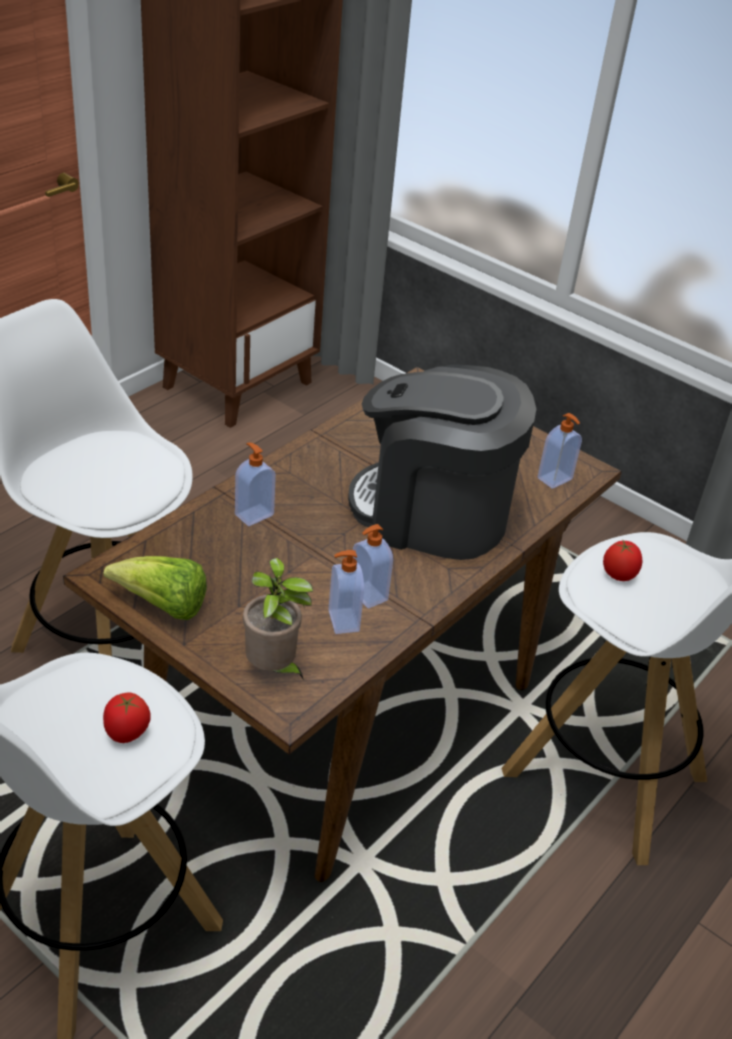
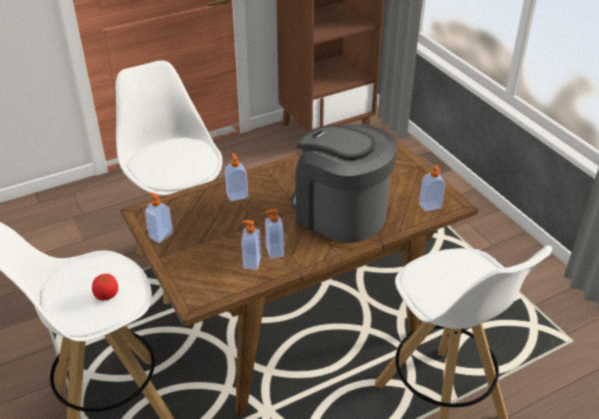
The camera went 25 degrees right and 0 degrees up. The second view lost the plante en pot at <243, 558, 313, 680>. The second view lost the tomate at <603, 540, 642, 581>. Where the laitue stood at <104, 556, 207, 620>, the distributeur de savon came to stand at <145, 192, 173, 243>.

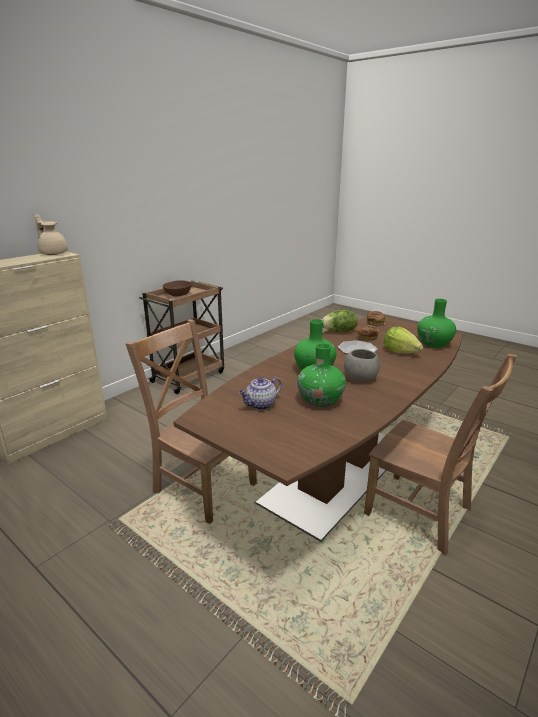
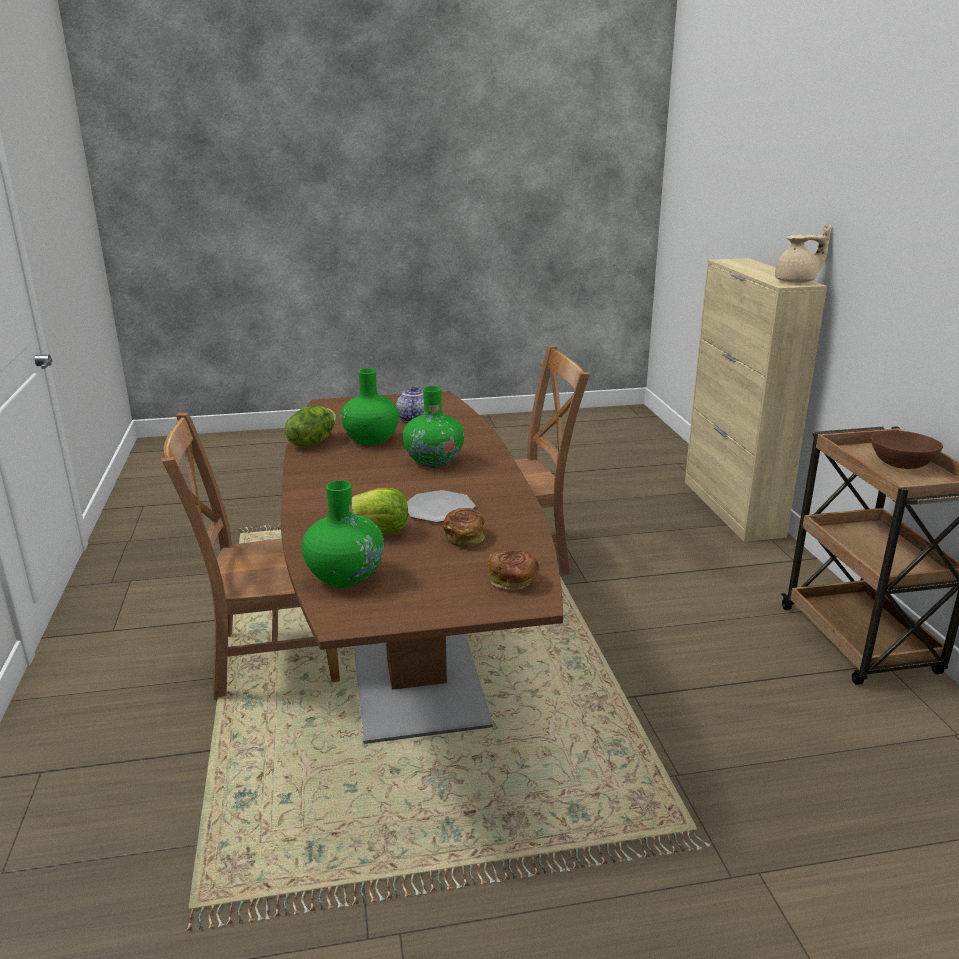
The camera went 130 degrees right and 0 degrees up. The second view lost the bol [gris] at <344, 349, 380, 381>. The laitue ended up elsewhere, having gone from <321, 310, 358, 332> to <285, 406, 337, 447>.

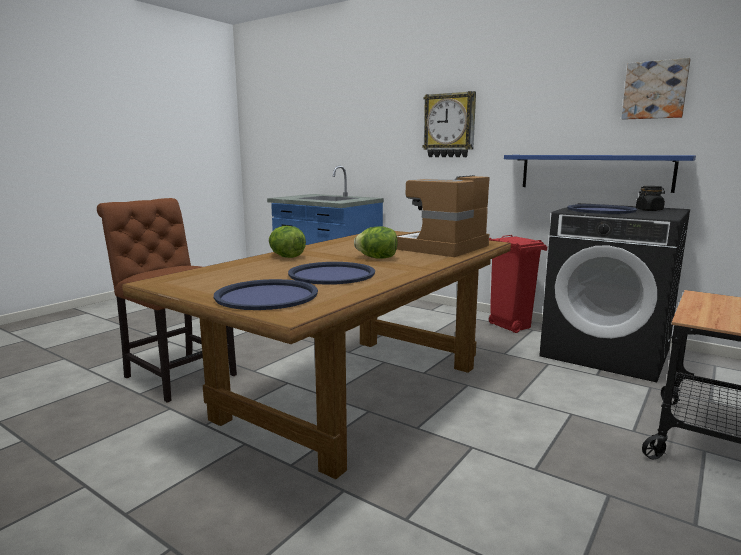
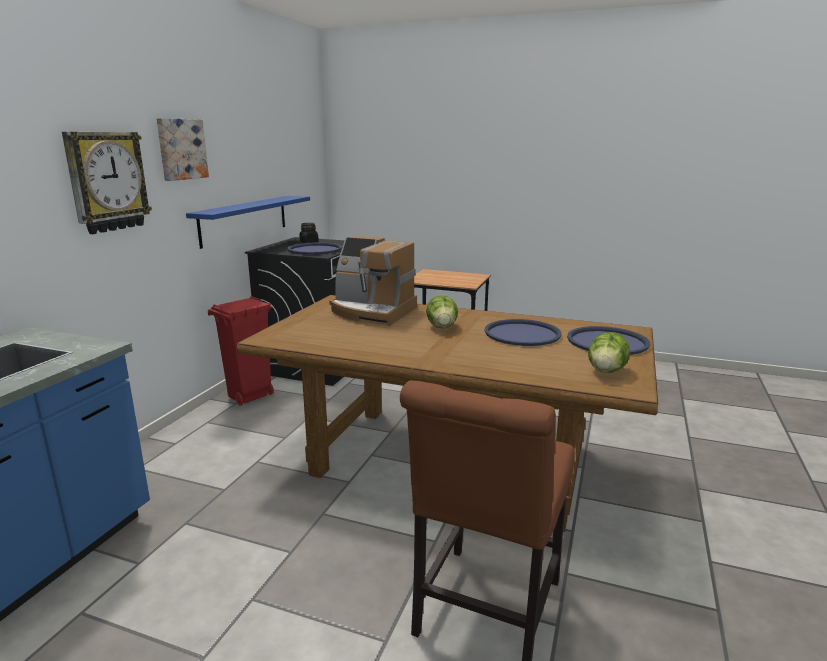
The camera went 105 degrees left and 5 degrees up. The laitue ended up elsewhere, having gone from <269, 226, 306, 258> to <588, 332, 630, 373>. The tableau ended up elsewhere, having gone from <621, 58, 691, 120> to <156, 118, 209, 181>.

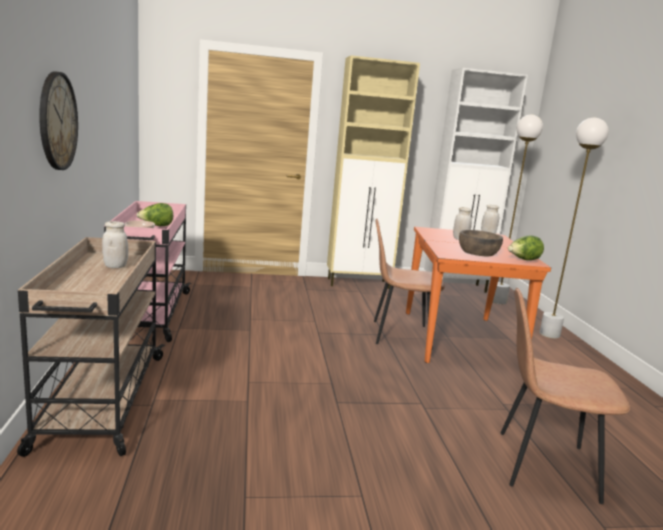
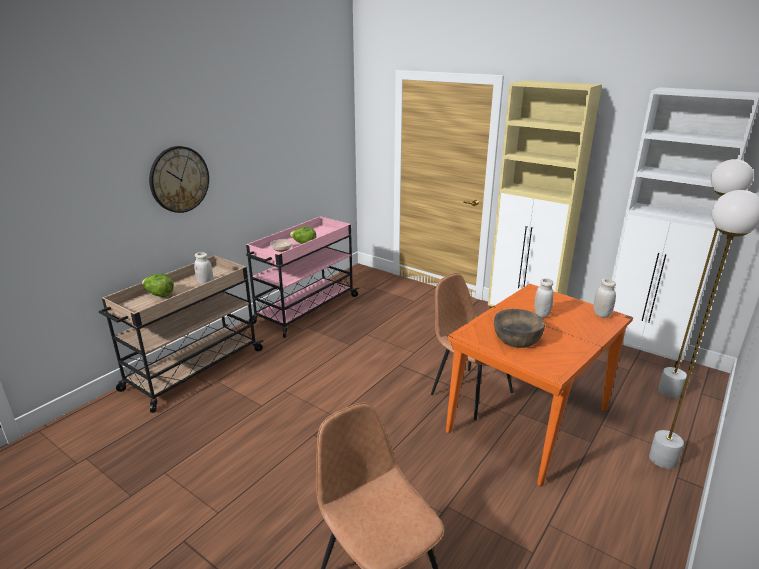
The camera went 45 degrees right and 10 degrees up. The laitue ended up elsewhere, having gone from <508, 236, 544, 260> to <142, 274, 174, 297>.

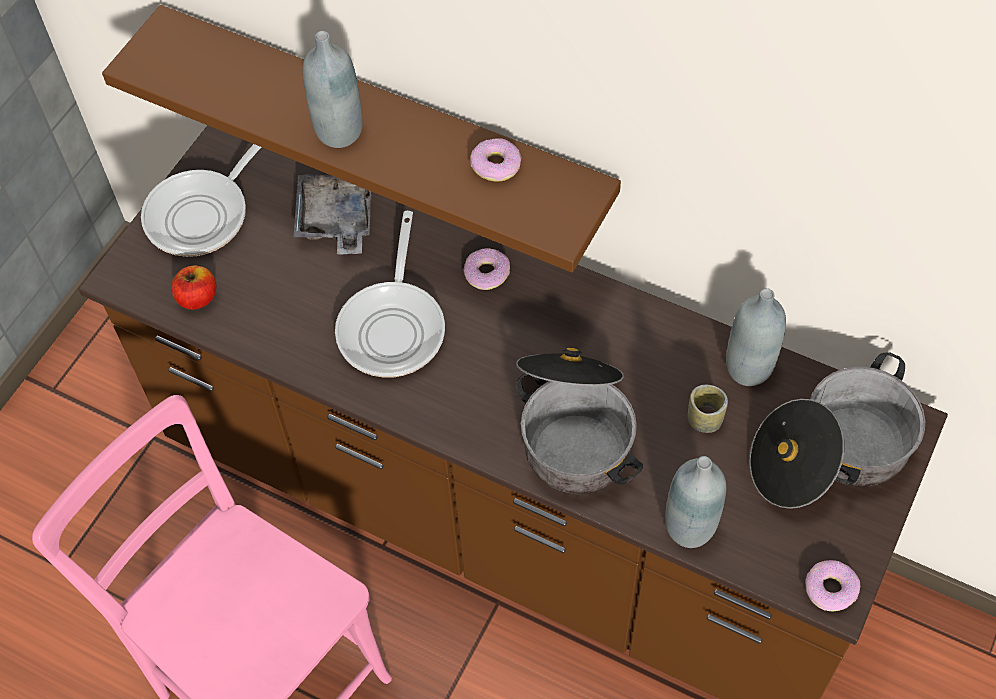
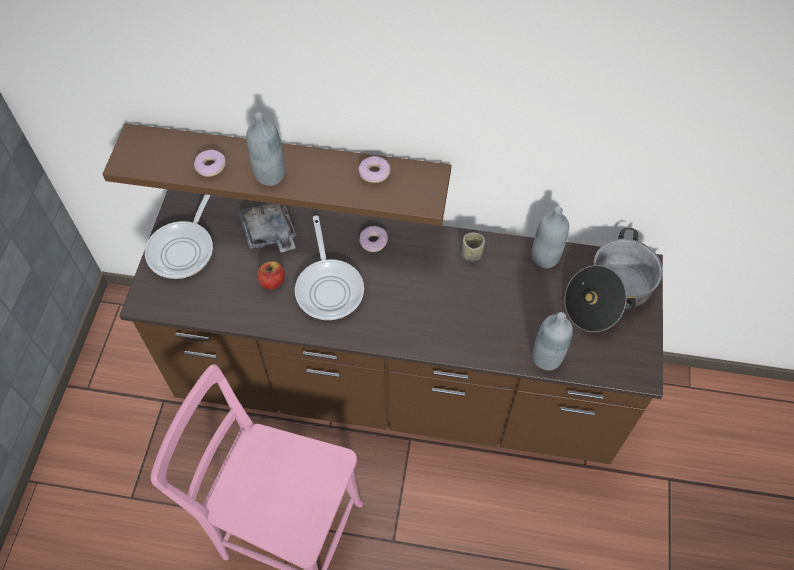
The camera went 20 degrees left and 0 degrees up. The second view lost the marmite at <516, 348, 643, 494>. The pomme ended up elsewhere, having gone from <171, 266, 217, 310> to <257, 261, 285, 290>. The tasse ended up elsewhere, having gone from <688, 385, 728, 433> to <462, 233, 485, 261>. The beignet ended up elsewhere, having gone from <806, 560, 860, 611> to <194, 149, 225, 177>.

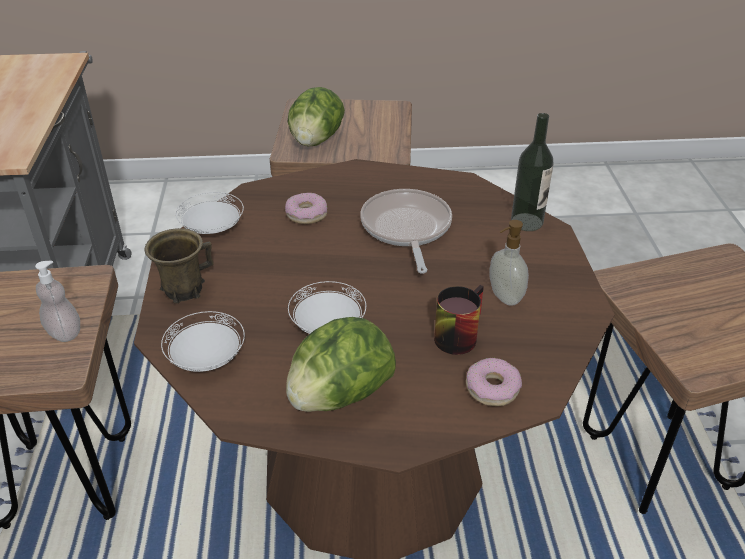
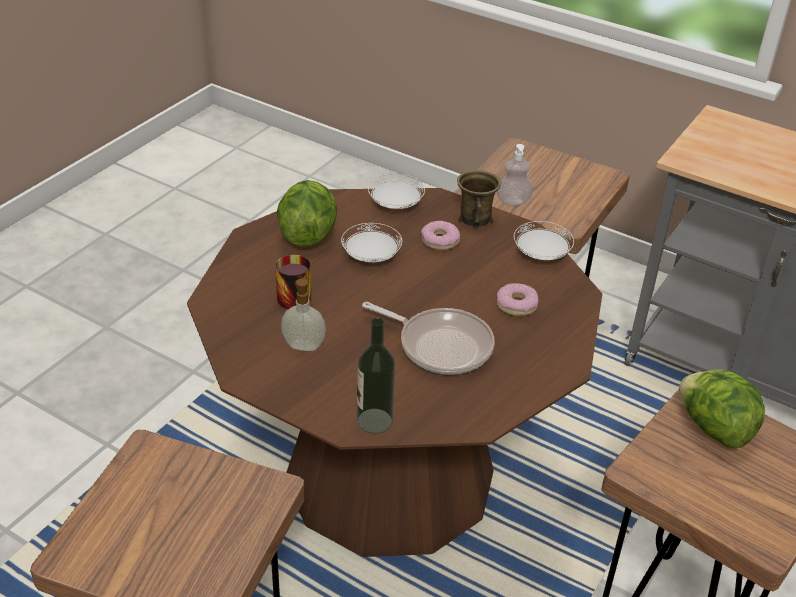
The camera went 125 degrees right and 0 degrees up. The beignet ended up elsewhere, having gone from <466, 358, 522, 406> to <421, 221, 460, 250>.

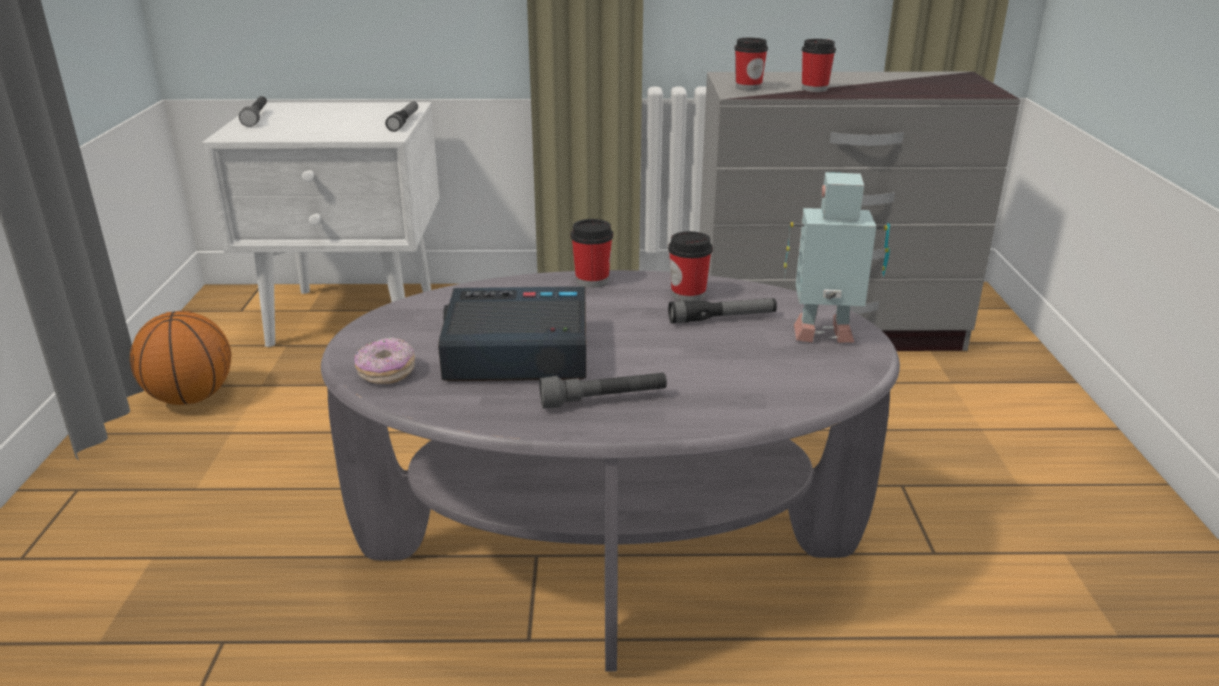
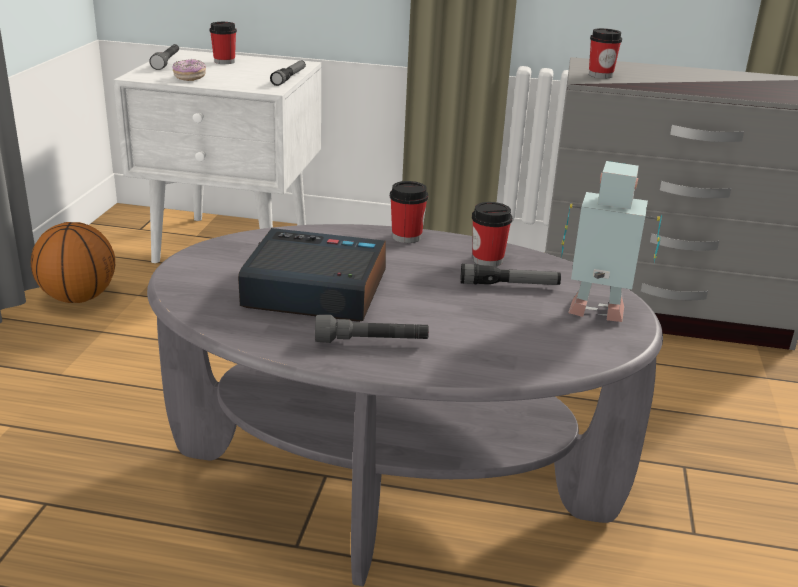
The camera went 10 degrees right and 0 degrees up. The beignet ended up elsewhere, having gone from <354, 337, 415, 384> to <172, 59, 206, 81>. The tasse ended up elsewhere, having gone from <802, 39, 836, 92> to <209, 22, 237, 64>.

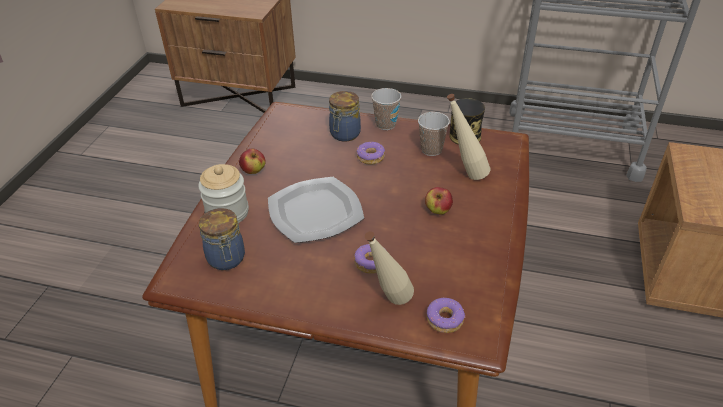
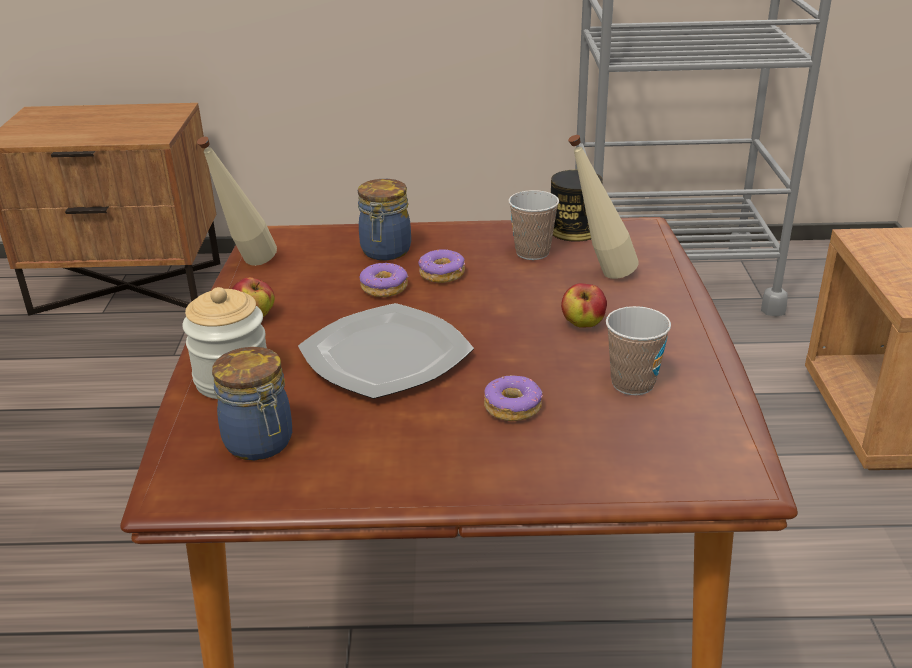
The camera went 15 degrees left and 10 degrees down. The bouteille [beige] ended up elsewhere, having gone from <365, 231, 414, 305> to <197, 137, 277, 266>. The tasse ended up elsewhere, having gone from <371, 88, 401, 130> to <606, 306, 671, 395>. The beignet ended up elsewhere, having gone from <427, 297, 465, 333> to <360, 263, 409, 297>.

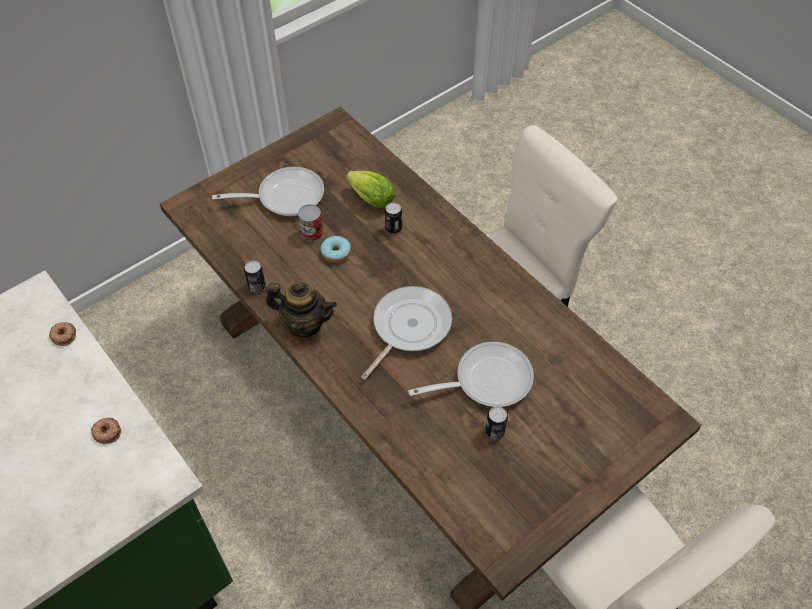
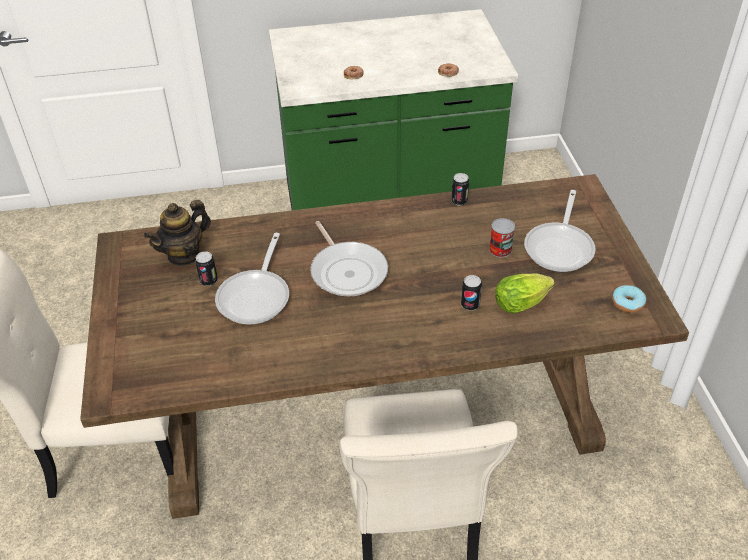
The camera went 120 degrees right and 10 degrees down. The théière ended up elsewhere, having gone from <266, 281, 337, 338> to <144, 200, 211, 267>. The beignet ended up elsewhere, having gone from <321, 236, 351, 263> to <612, 285, 646, 313>.

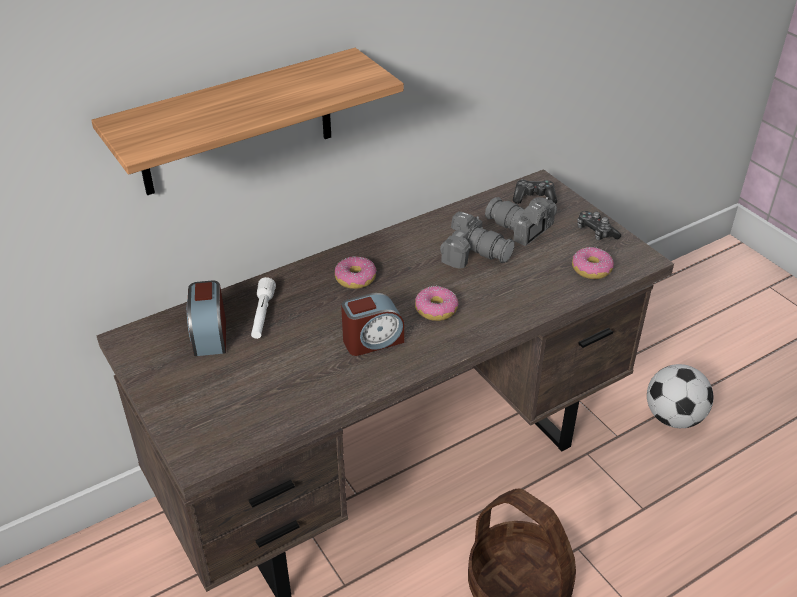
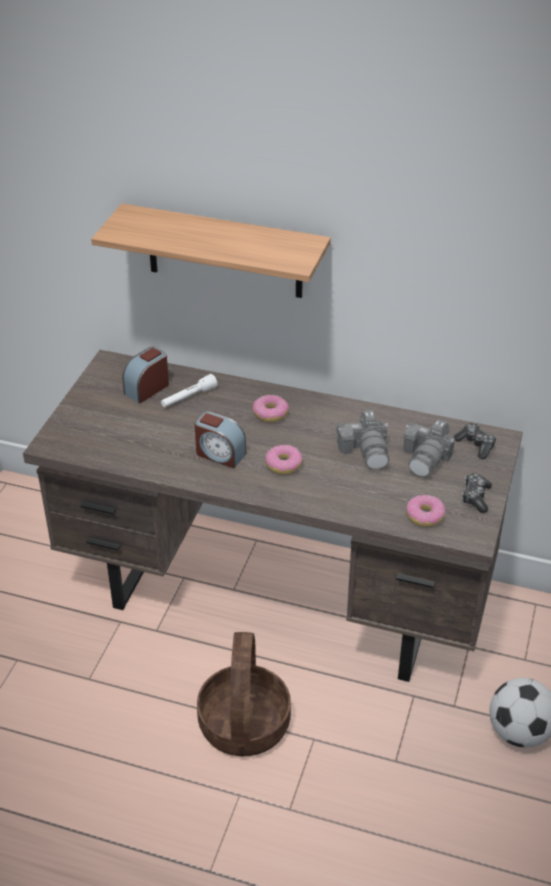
The camera went 50 degrees right and 0 degrees up. The appareil photo at <485, 197, 557, 246> ended up facing another way, 150 degrees counterclockwise from before.

